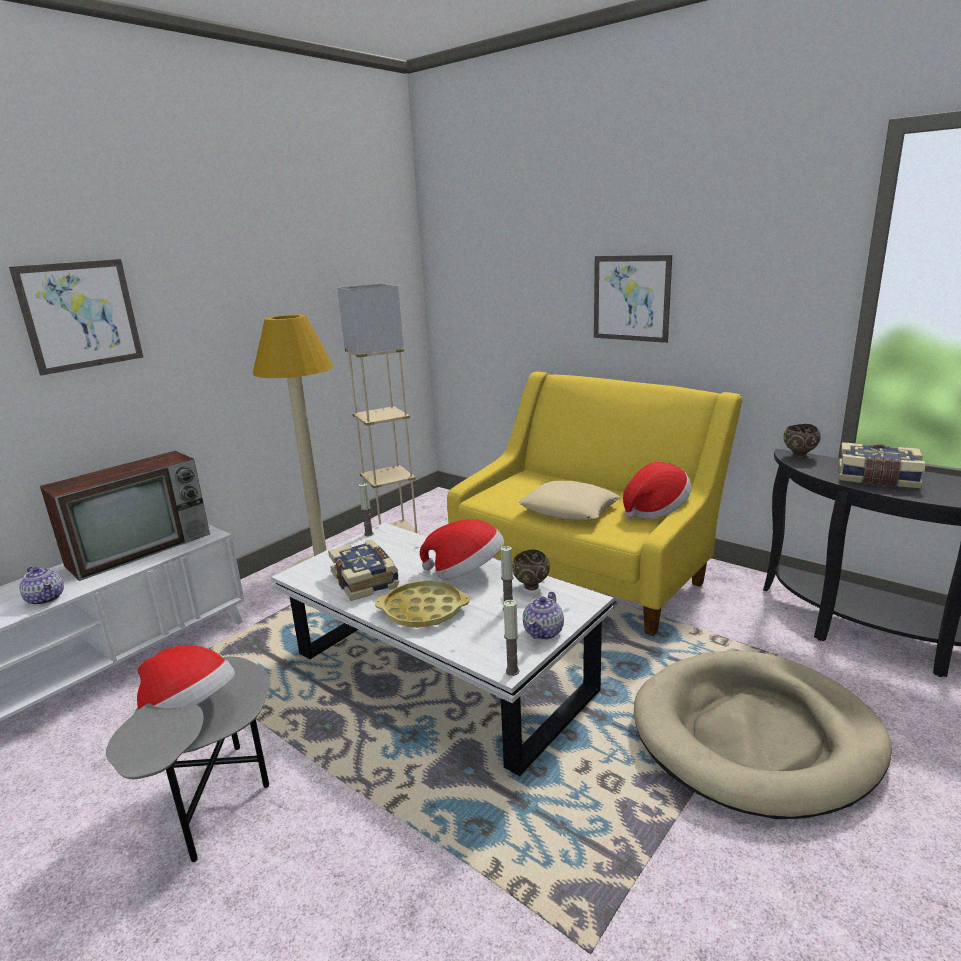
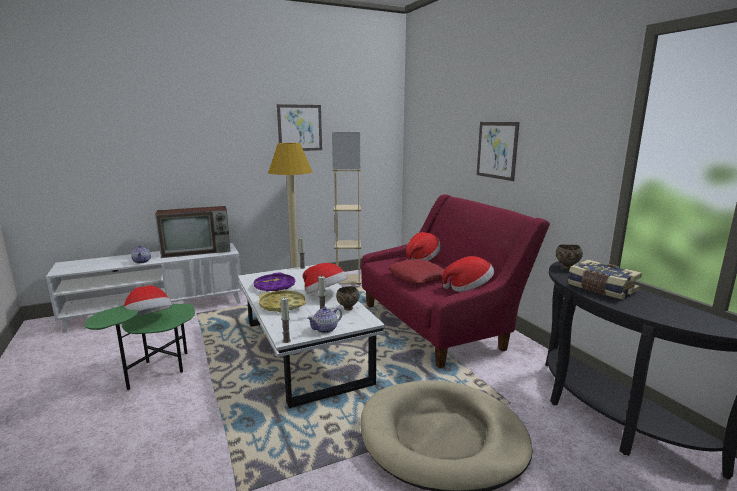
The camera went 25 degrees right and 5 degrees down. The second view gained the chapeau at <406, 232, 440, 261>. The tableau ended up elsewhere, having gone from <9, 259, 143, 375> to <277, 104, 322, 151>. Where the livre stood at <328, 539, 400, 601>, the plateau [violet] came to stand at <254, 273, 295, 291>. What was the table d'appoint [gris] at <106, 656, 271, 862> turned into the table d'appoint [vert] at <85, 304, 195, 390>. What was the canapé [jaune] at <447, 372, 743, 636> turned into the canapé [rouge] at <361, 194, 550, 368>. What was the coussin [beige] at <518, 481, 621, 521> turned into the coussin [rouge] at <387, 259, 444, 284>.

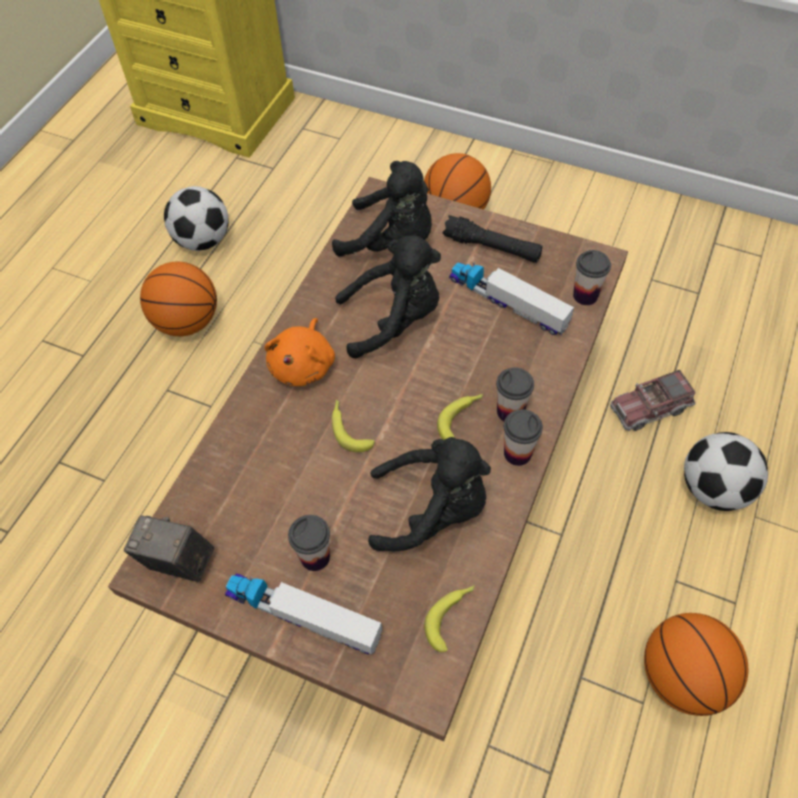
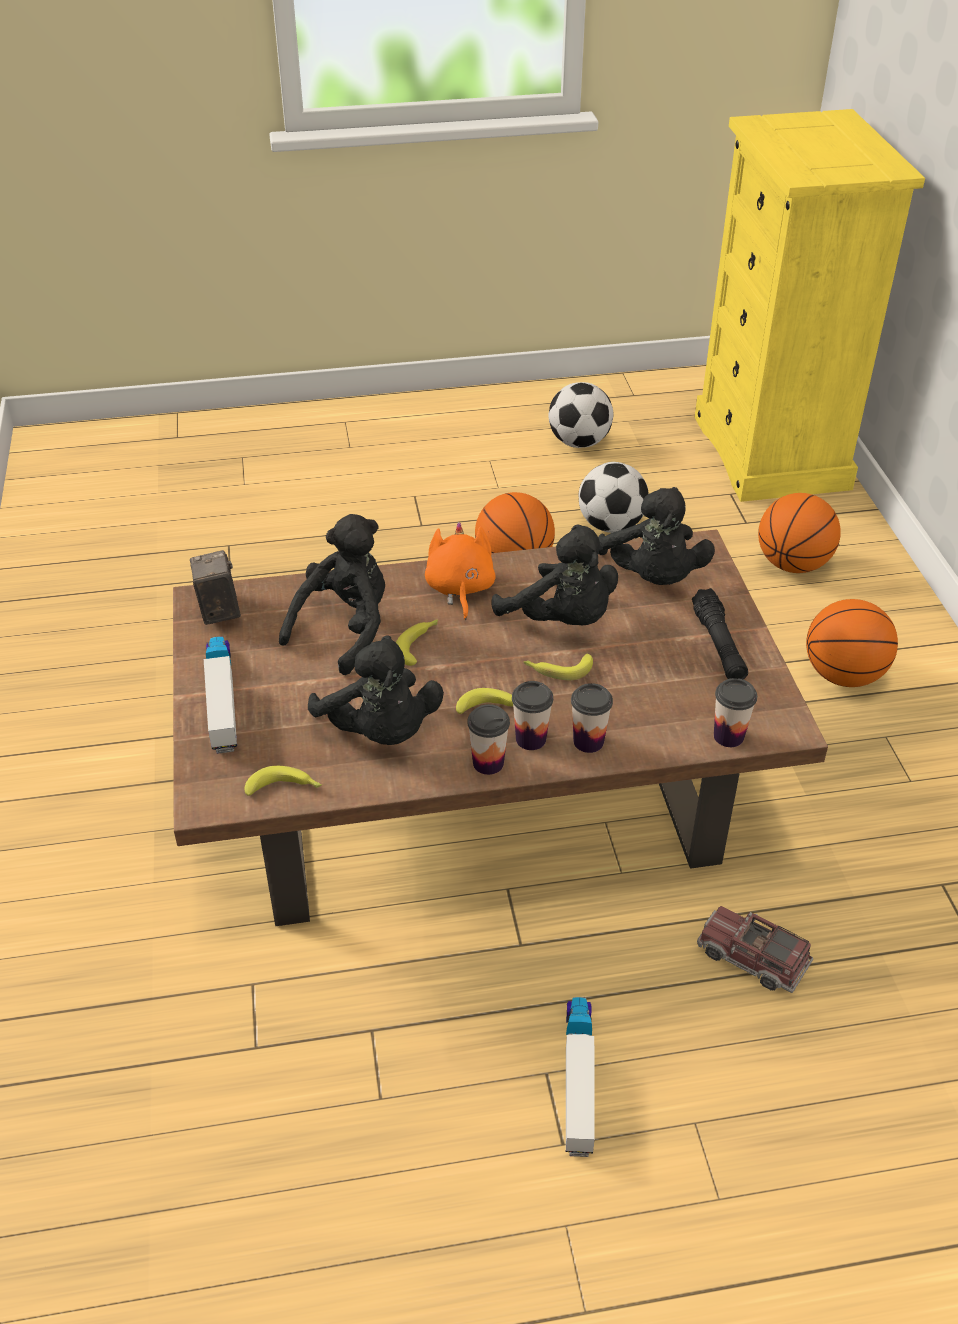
The camera went 55 degrees right and 15 degrees down. The second view gained the peluche [noir] at <279, 514, 385, 675>. The second view gained the banane at <523, 654, 593, 680>. The tasse ended up elsewhere, having gone from <288, 515, 330, 571> to <571, 683, 613, 753>. The camion jouet ended up elsewhere, having gone from <449, 262, 574, 336> to <566, 997, 595, 1157>. The ballon de basket ended up elsewhere, having gone from <644, 613, 748, 716> to <758, 493, 841, 573>. The ballon de foot ended up elsewhere, having gone from <684, 432, 768, 511> to <548, 382, 613, 448>. The peluche [orange] at <264, 318, 335, 386> ended up facing another way, 105 degrees clockwise from before.

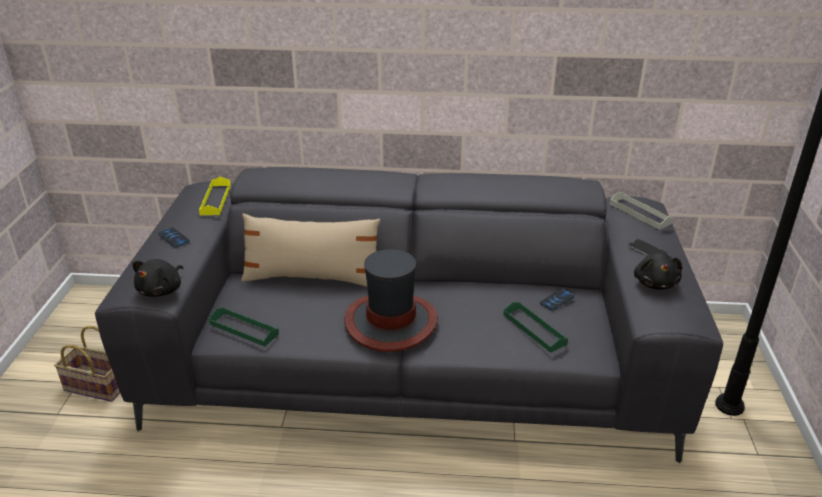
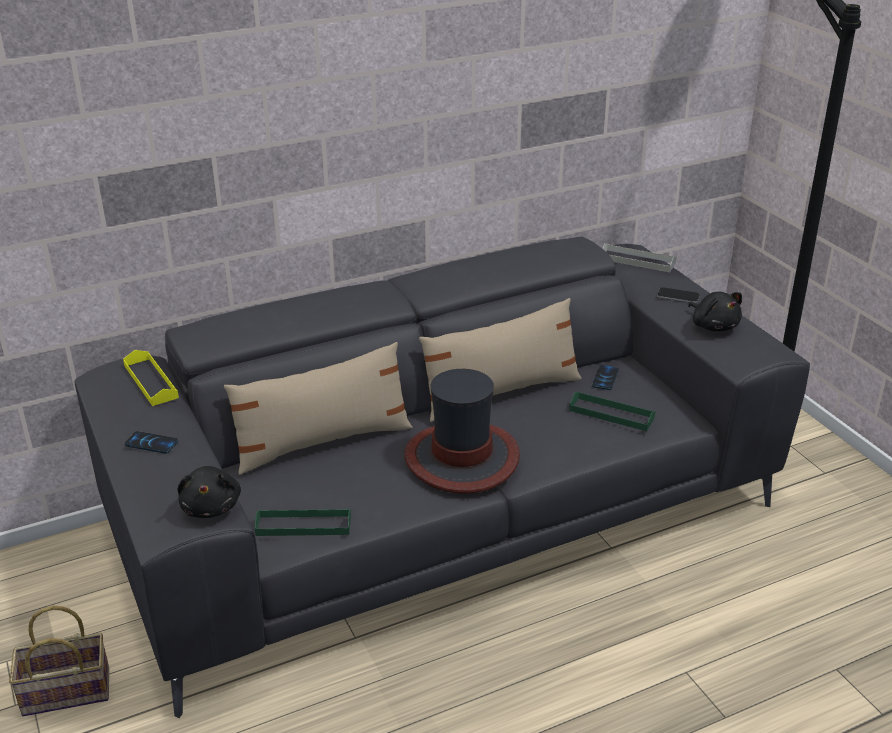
The camera went 30 degrees left and 0 degrees up. The second view gained the coussin [beige] at <419, 298, 582, 422>.

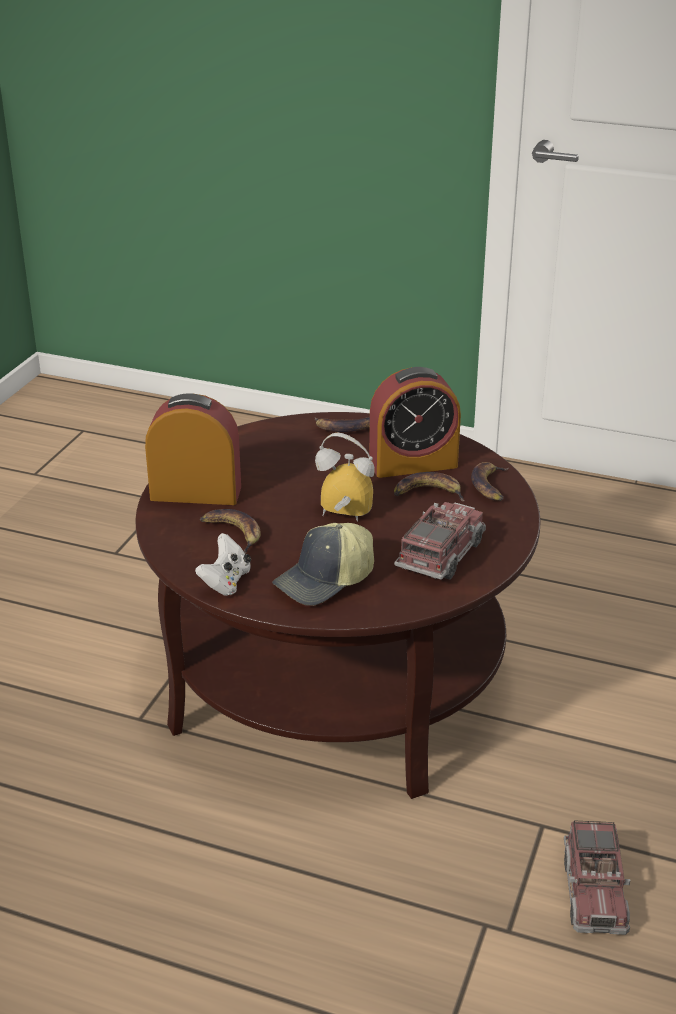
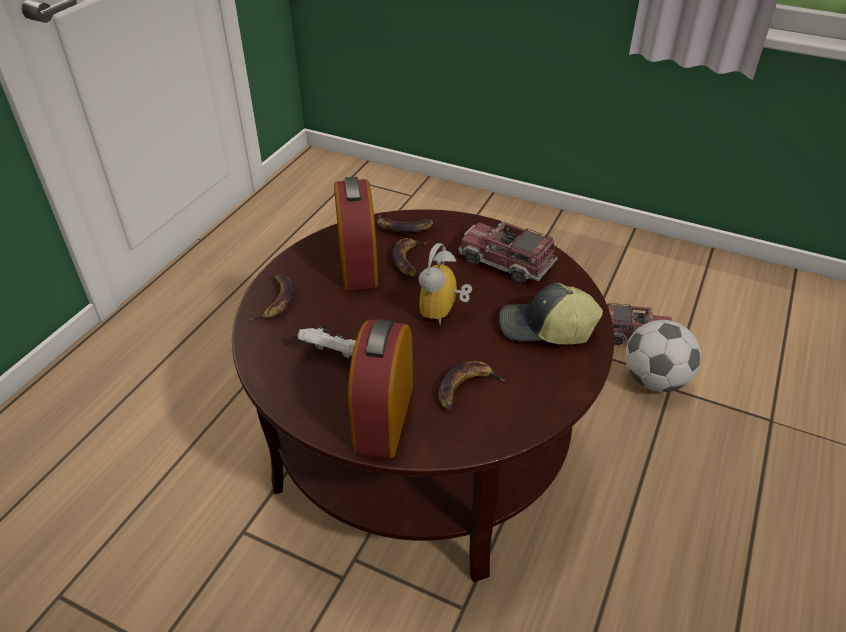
The camera went 85 degrees left and 10 degrees up. The second view gained the ballon de foot at <625, 320, 701, 392>. The manette [blanc] ended up elsewhere, having gone from <195, 533, 251, 596> to <297, 325, 356, 358>. The casquette at <272, 523, 374, 606> ended up facing another way, 135 degrees clockwise from before.

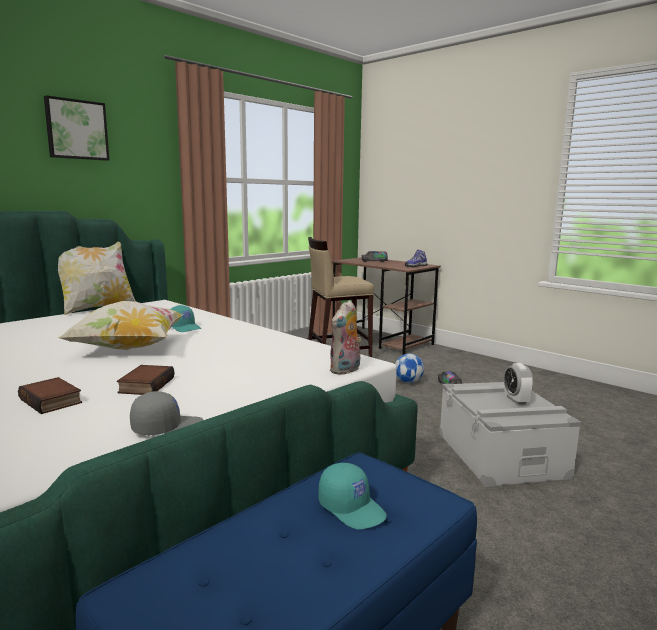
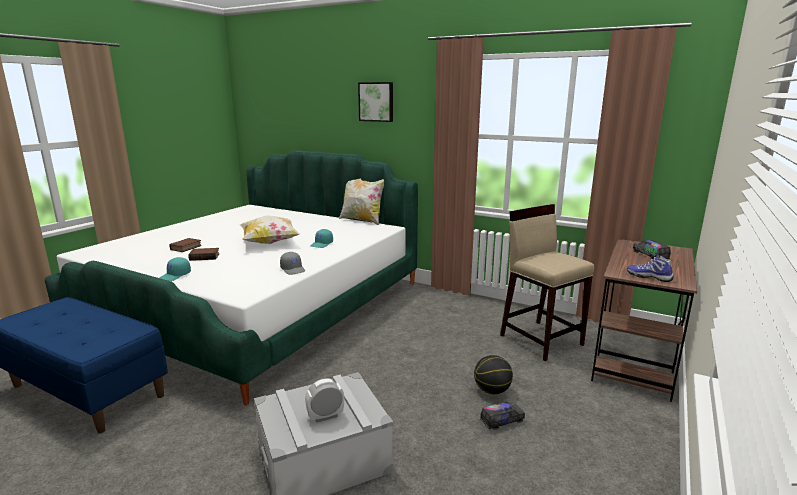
The camera went 75 degrees right and 5 degrees up. The second view lost the peluche at <329, 300, 362, 375>. The casquette [gris] ended up elsewhere, having gone from <130, 391, 203, 435> to <280, 252, 305, 275>. The casquette [turquoise] ended up elsewhere, having gone from <319, 463, 387, 529> to <160, 257, 191, 281>. Where the ballon de foot stood at <395, 354, 424, 383>, the ballon de basket came to stand at <474, 355, 513, 394>.

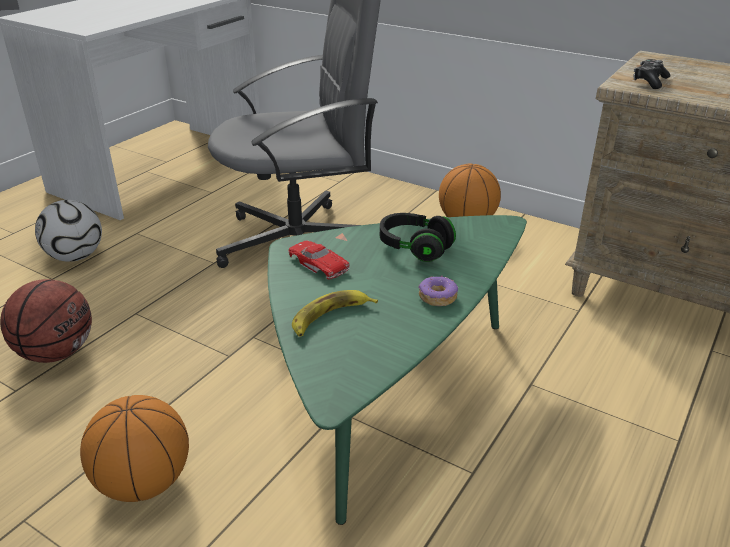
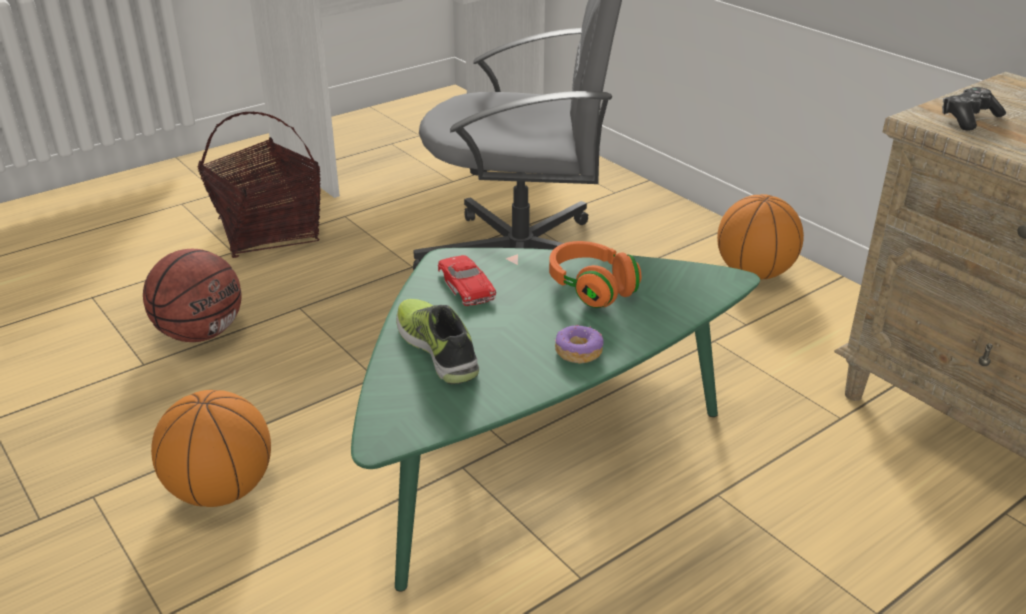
The camera went 20 degrees right and 0 degrees up. Where the ballon de foot stood at <35, 200, 102, 262>, the panier came to stand at <197, 112, 321, 258>. Where the banane stood at <292, 290, 378, 336>, the chaussure came to stand at <396, 299, 479, 384>. What was the casque audio [noir] at <380, 213, 456, 262> turned into the casque audio [orange] at <549, 241, 641, 308>.

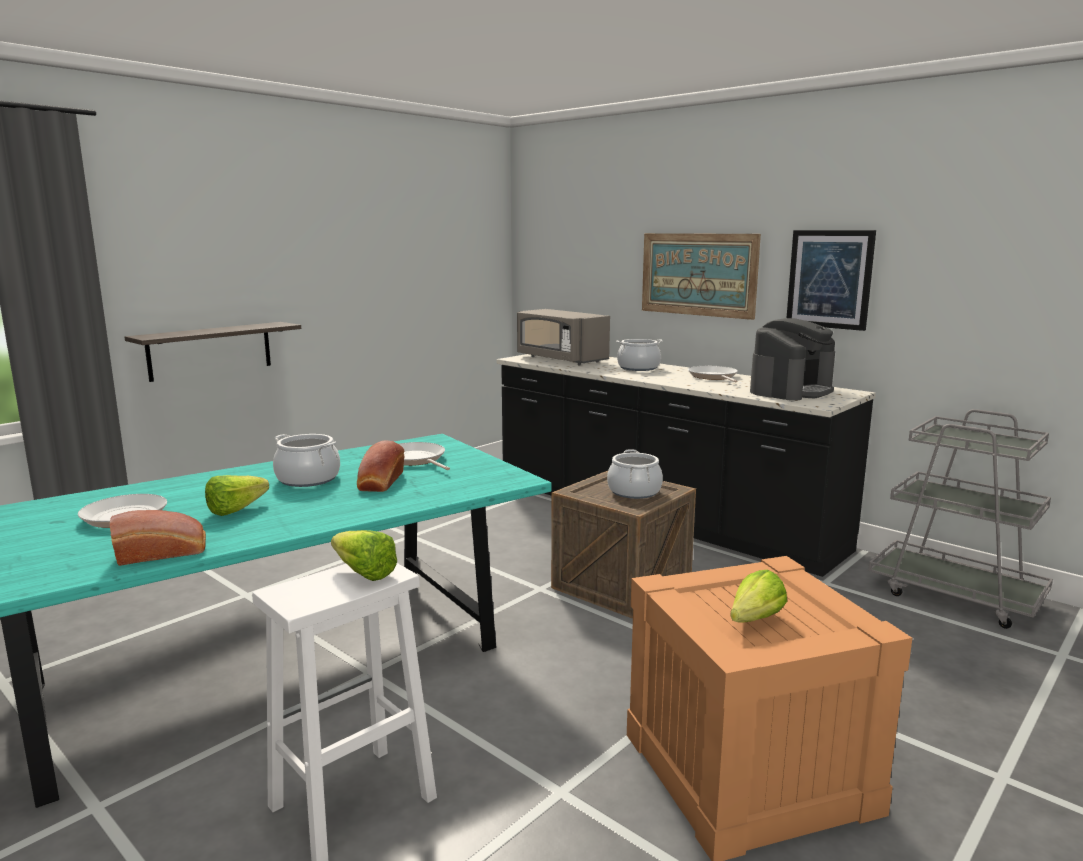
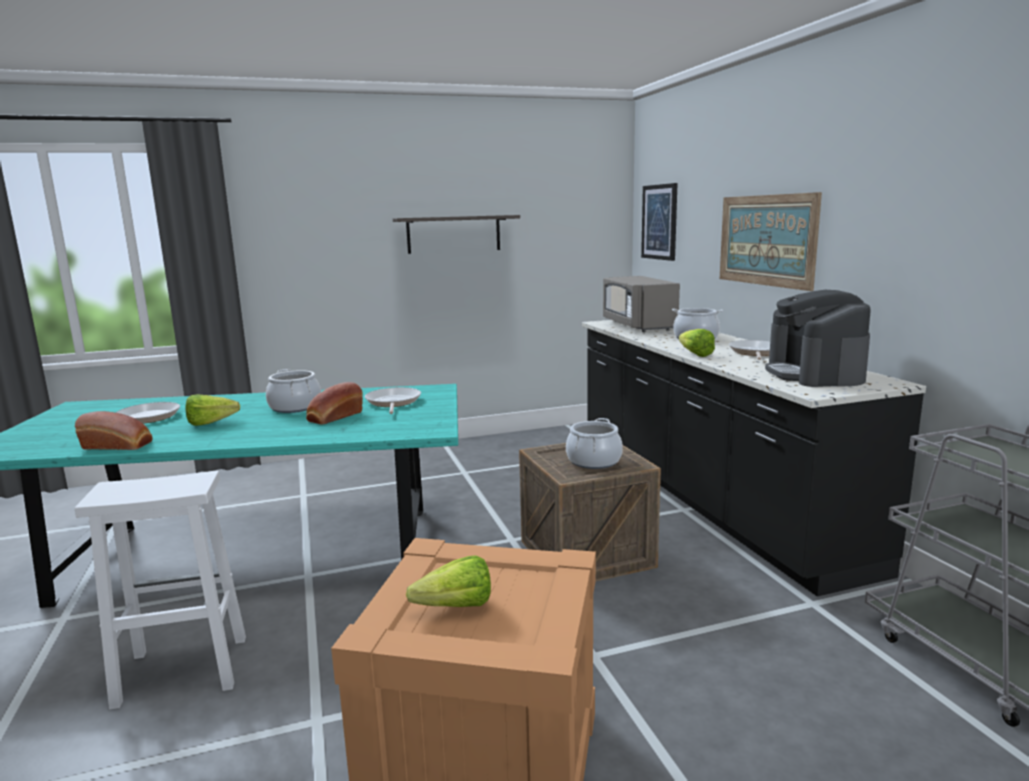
The camera went 30 degrees right and 0 degrees up. The étagère ended up elsewhere, having gone from <125, 322, 301, 382> to <393, 215, 520, 254>. The laitue ended up elsewhere, having gone from <331, 530, 397, 581> to <679, 329, 715, 357>. The tableau ended up elsewhere, having gone from <787, 230, 876, 331> to <641, 183, 678, 261>. The machine à café at <750, 318, 835, 401> ended up facing another way, 105 degrees clockwise from before.

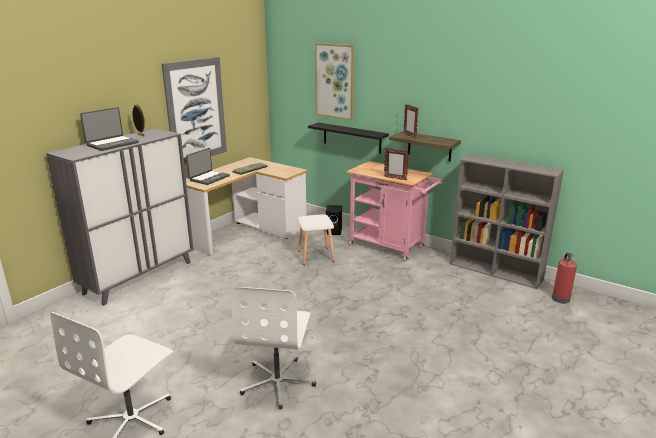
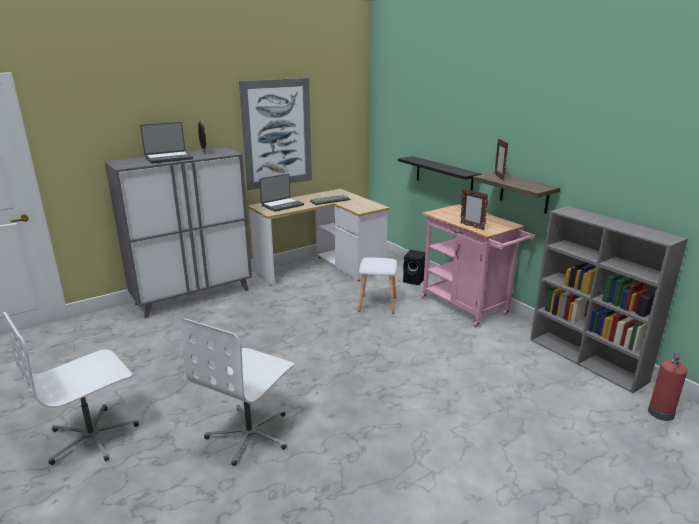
The camera went 20 degrees right and 0 degrees up. The second view lost the tableau at <315, 43, 355, 120>.

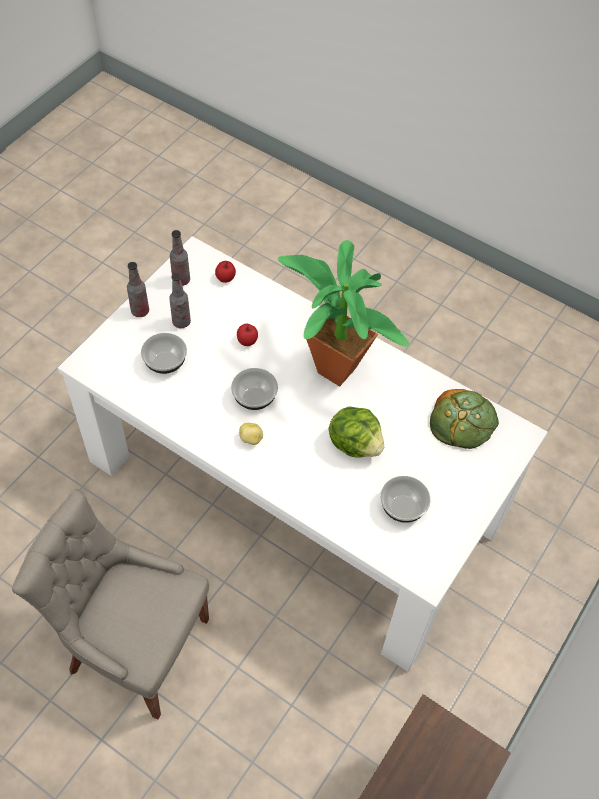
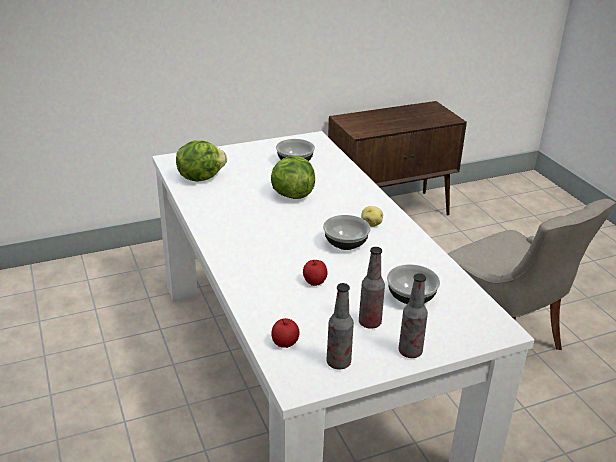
The camera went 145 degrees left and 25 degrees down. The second view lost the plante en pot at <278, 240, 409, 387>. Where the pain stood at <430, 389, 499, 449>, the laitue came to stand at <176, 140, 227, 182>.

